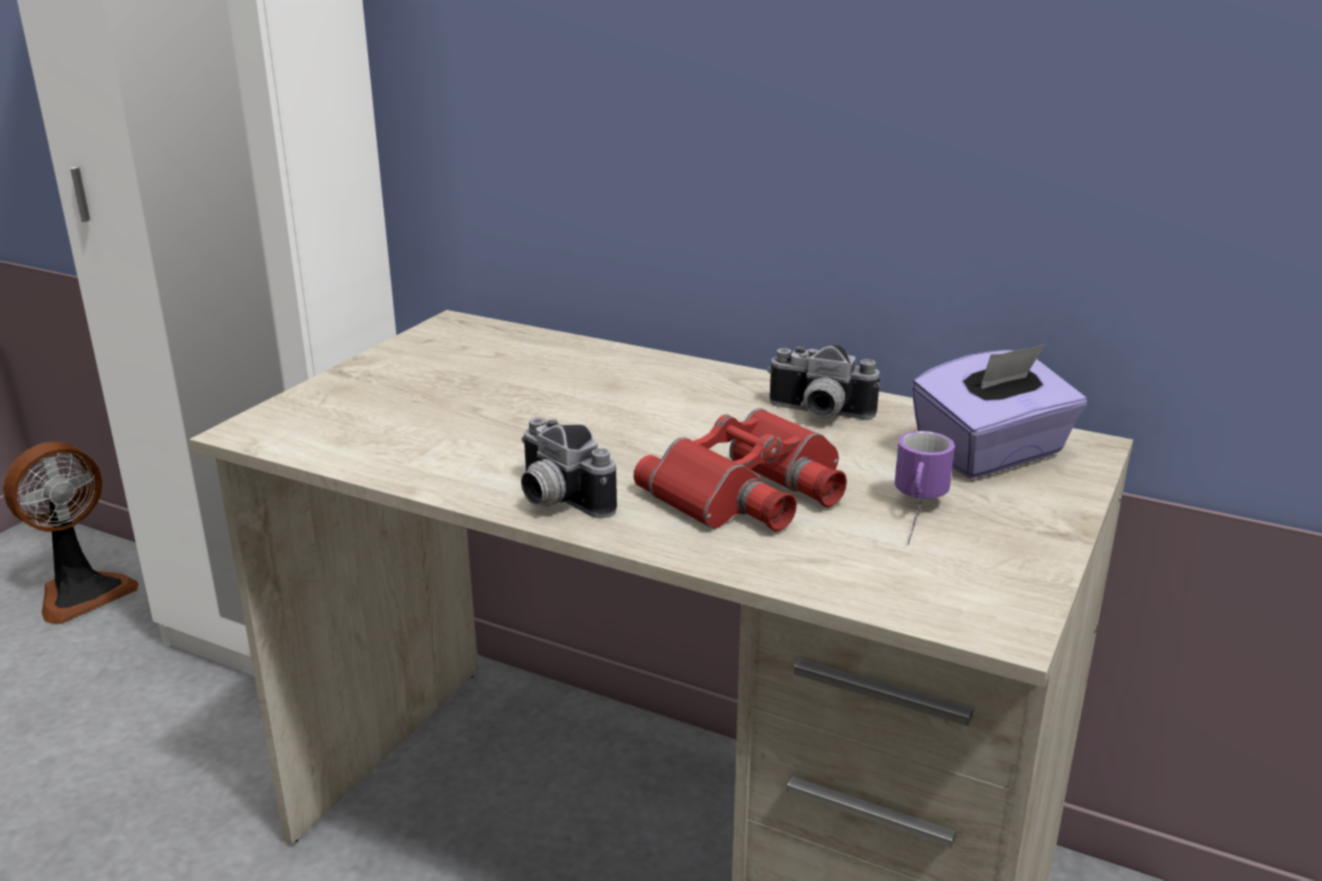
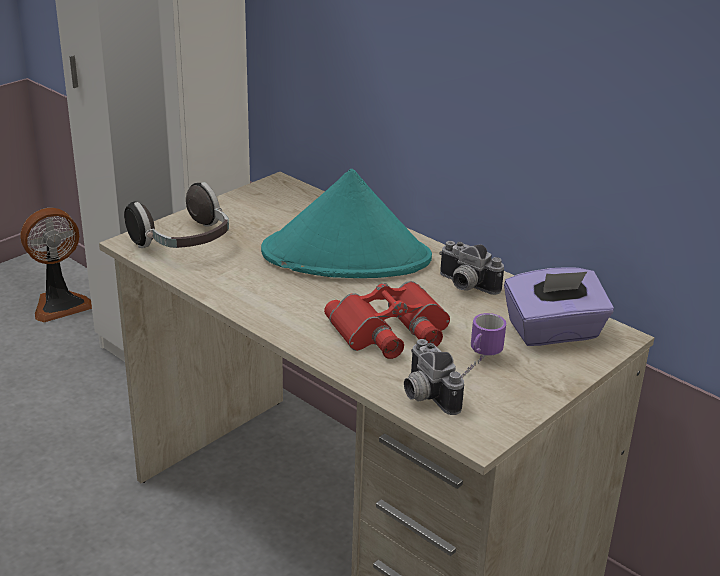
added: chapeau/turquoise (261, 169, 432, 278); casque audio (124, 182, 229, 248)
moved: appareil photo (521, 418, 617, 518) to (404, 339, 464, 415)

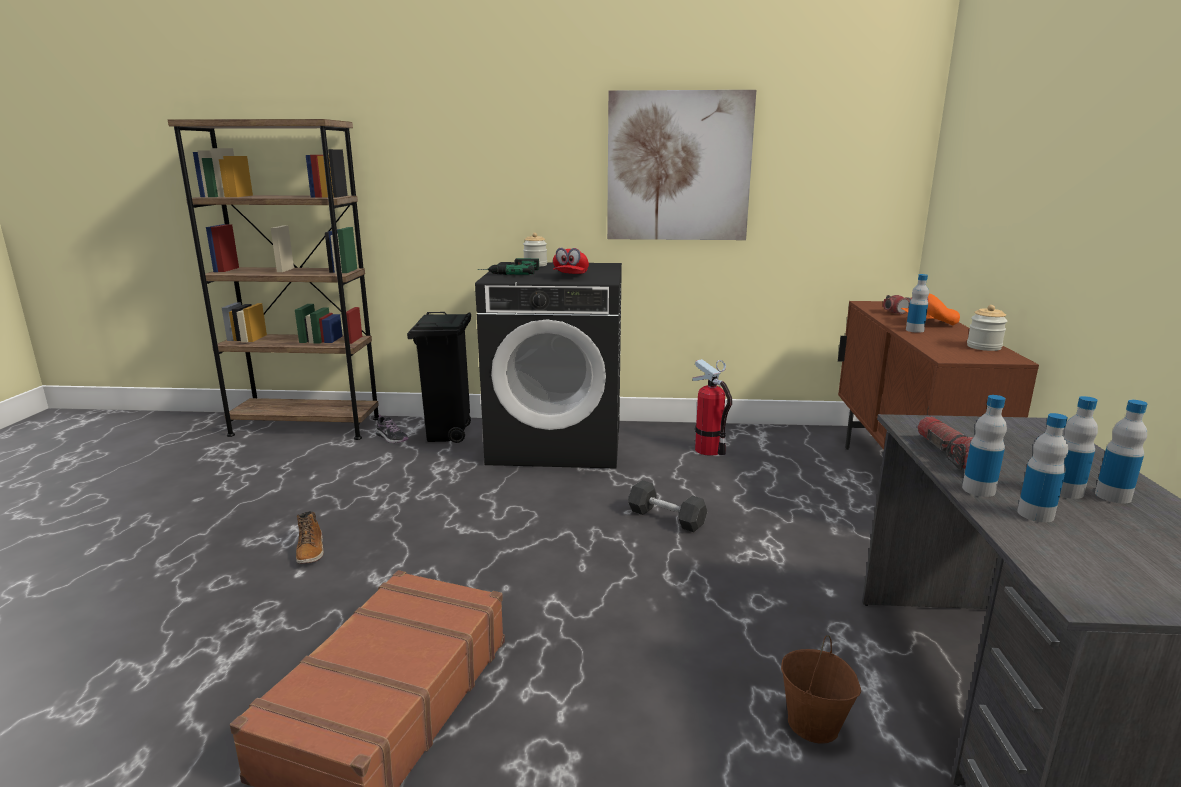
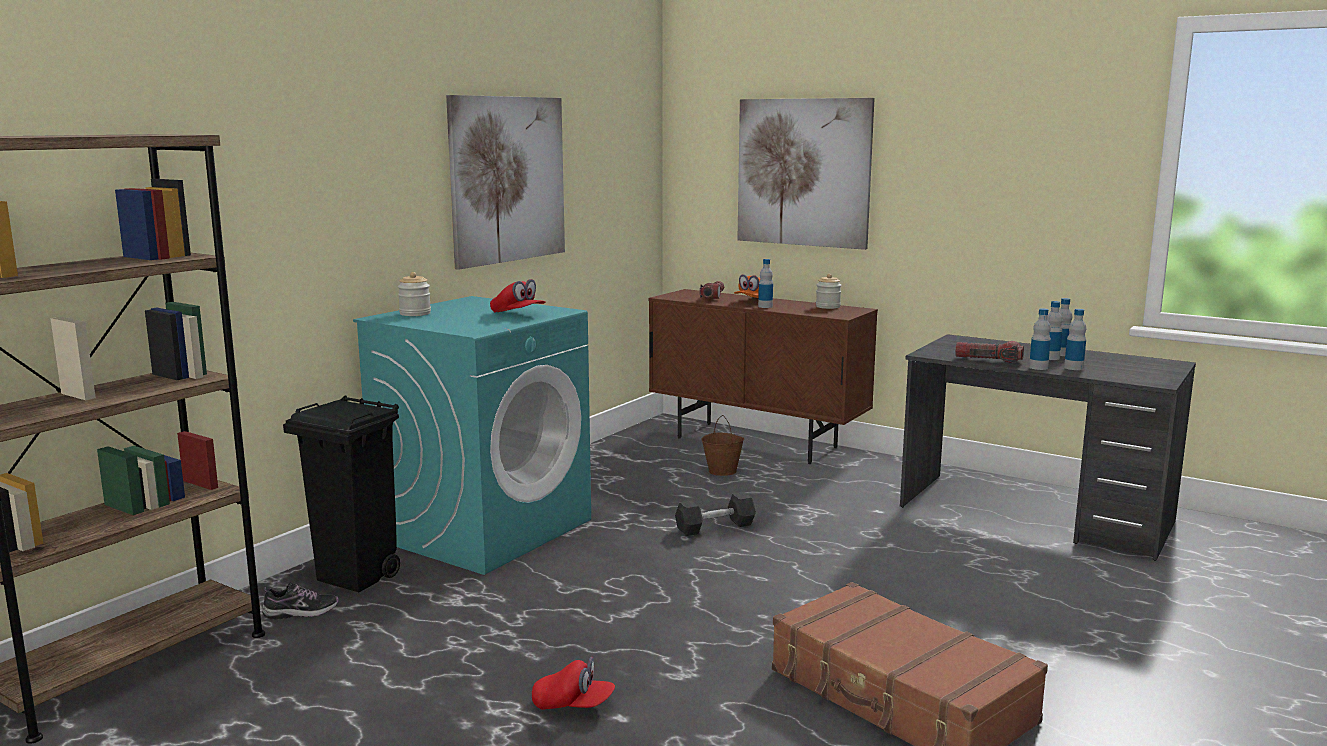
removed: perceuse (478, 258, 539, 275); extincteur (692, 359, 732, 456)
added: tableau (737, 98, 875, 250)
moved: seau/marron (781, 635, 861, 744) to (701, 415, 744, 476)
replaced: botte (296, 511, 324, 564) to casquette/rouge (532, 657, 615, 710)
recoloured: lave-linge/noir (475, 262, 622, 469) to lave-linge/turquoise (353, 296, 591, 575)

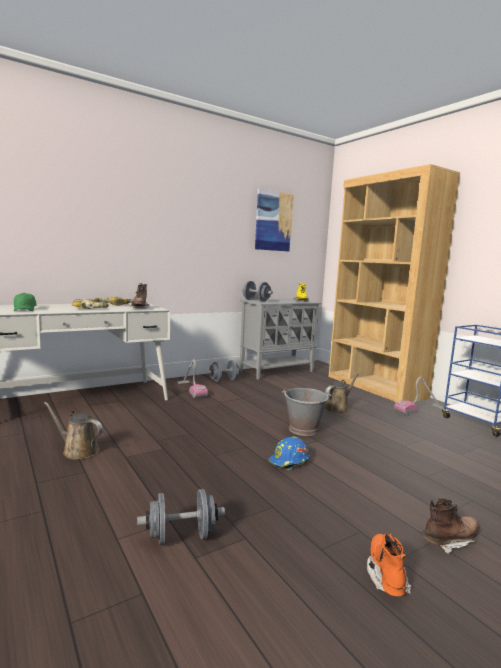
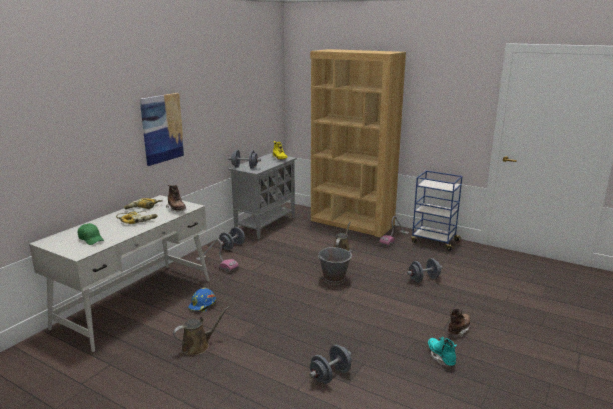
added: haltère/gris (407, 258, 442, 282)
moved: tableau (255, 189, 294, 252) to (140, 93, 185, 166); casque de chantier/bleu (268, 437, 310, 471) to (188, 288, 216, 312)
recoloured: botte/orange (367, 533, 412, 596) to botte/turquoise (428, 337, 457, 366)
turned: arrosoir/marron (44, 402, 103, 459) = (173, 306, 229, 355) 150 degrees clockwise

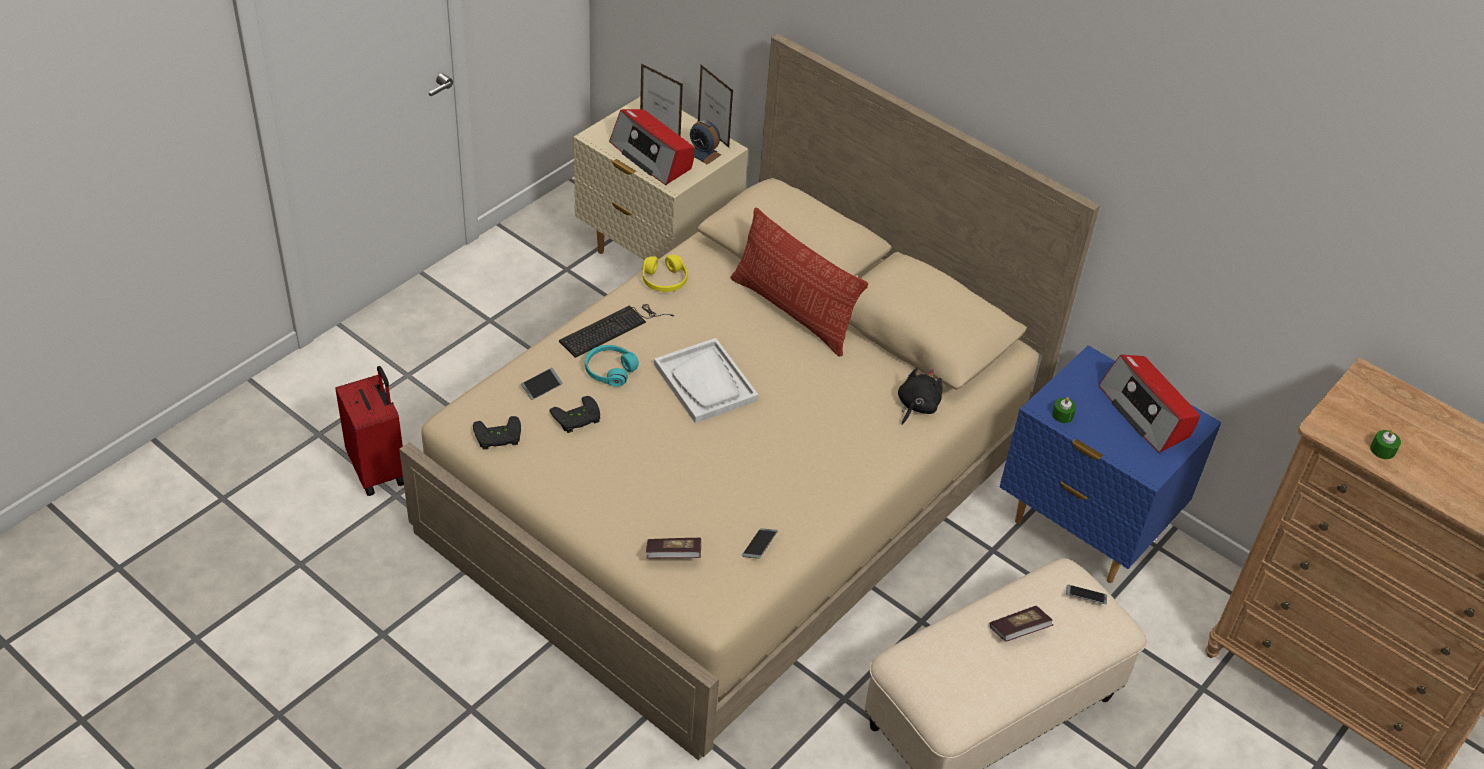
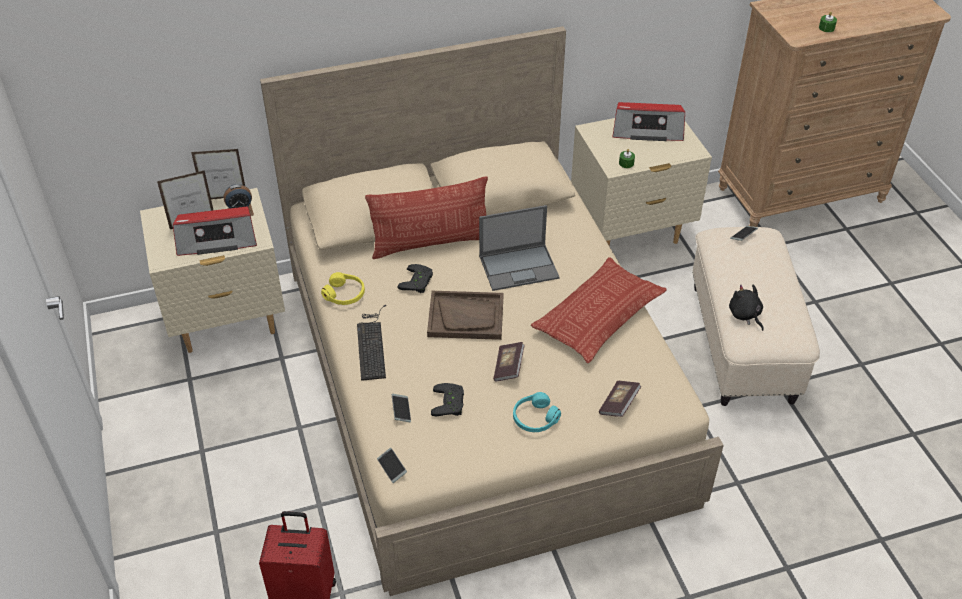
added: ordinateur portable (479, 205, 560, 291); coussin (531, 257, 667, 363)
moved: casque audio/turquoise (585, 345, 639, 387) to (513, 392, 561, 432); peluche/noir (898, 367, 943, 425) to (729, 284, 763, 331); manette/noir (473, 416, 521, 450) to (397, 264, 433, 293); téléphone (742, 528, 778, 559) to (377, 448, 407, 483); livre (989, 606, 1053, 642) to (493, 342, 525, 382)
recoloured: plateau/blanc (654, 338, 758, 423) to plateau/marron (427, 291, 503, 340); table de chevet/bleu (1000, 345, 1222, 583) to table de chevet/beige (571, 118, 712, 246)

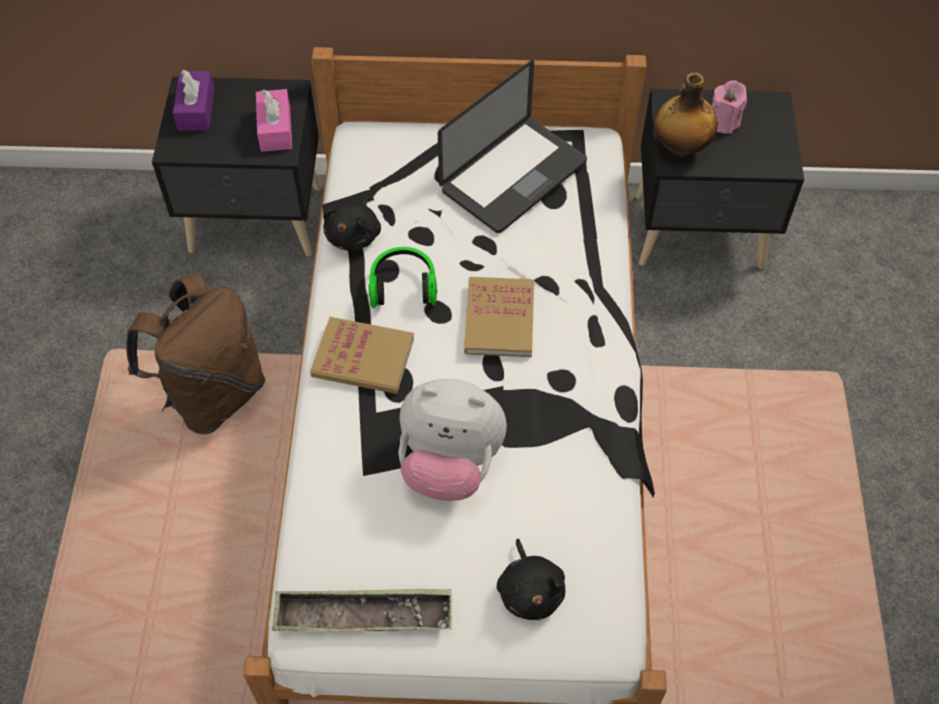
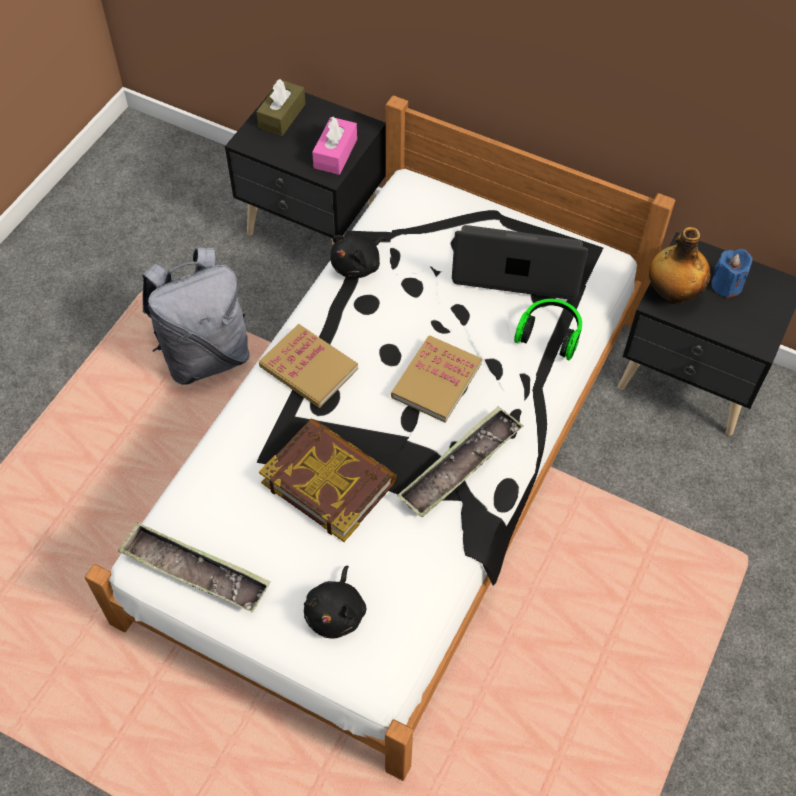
added: plateau (397, 406, 524, 517)
moved: casque audio (368, 247, 437, 308) to (514, 299, 582, 361)
replaced: peluche (398, 379, 507, 501) to livre (259, 419, 397, 542)
recoloured: boîte à mouchoirs/violet (173, 70, 215, 131) to boîte à mouchoirs/marron (256, 79, 306, 136); bougie/rose (712, 80, 747, 134) to bougie/bleu (711, 249, 753, 298); sac à dos/marron (126, 273, 265, 435) to sac à dos/gris (142, 248, 249, 385)
turned: ordinateur portable (438, 60, 587, 233) = (452, 225, 588, 300) 150 degrees counterclockwise

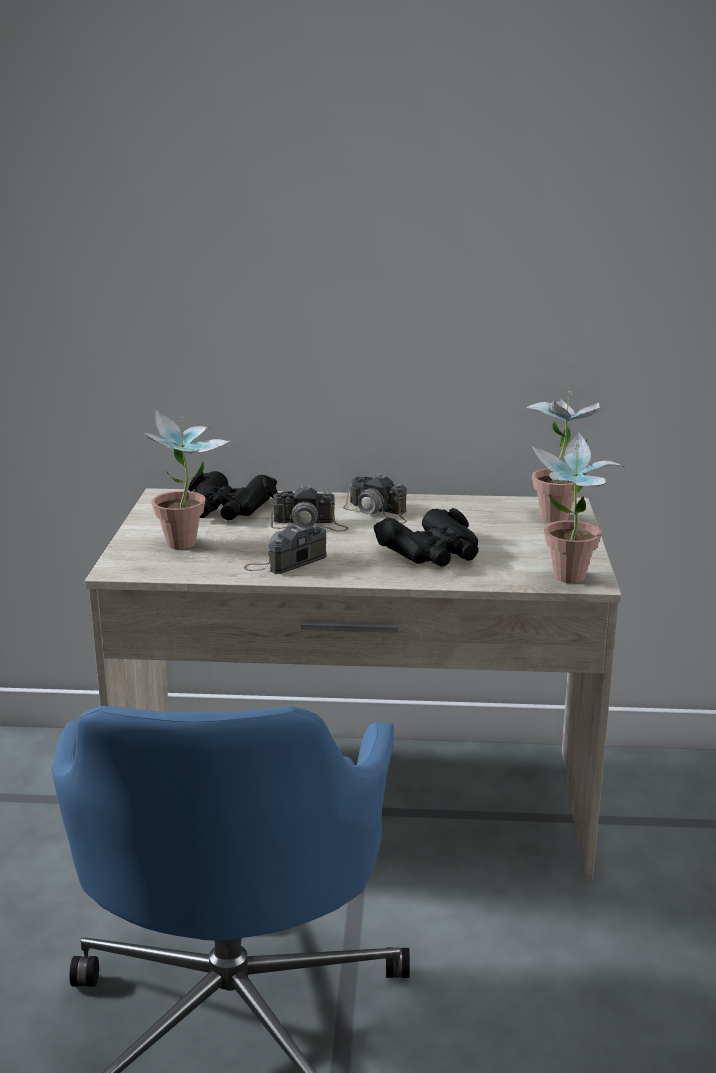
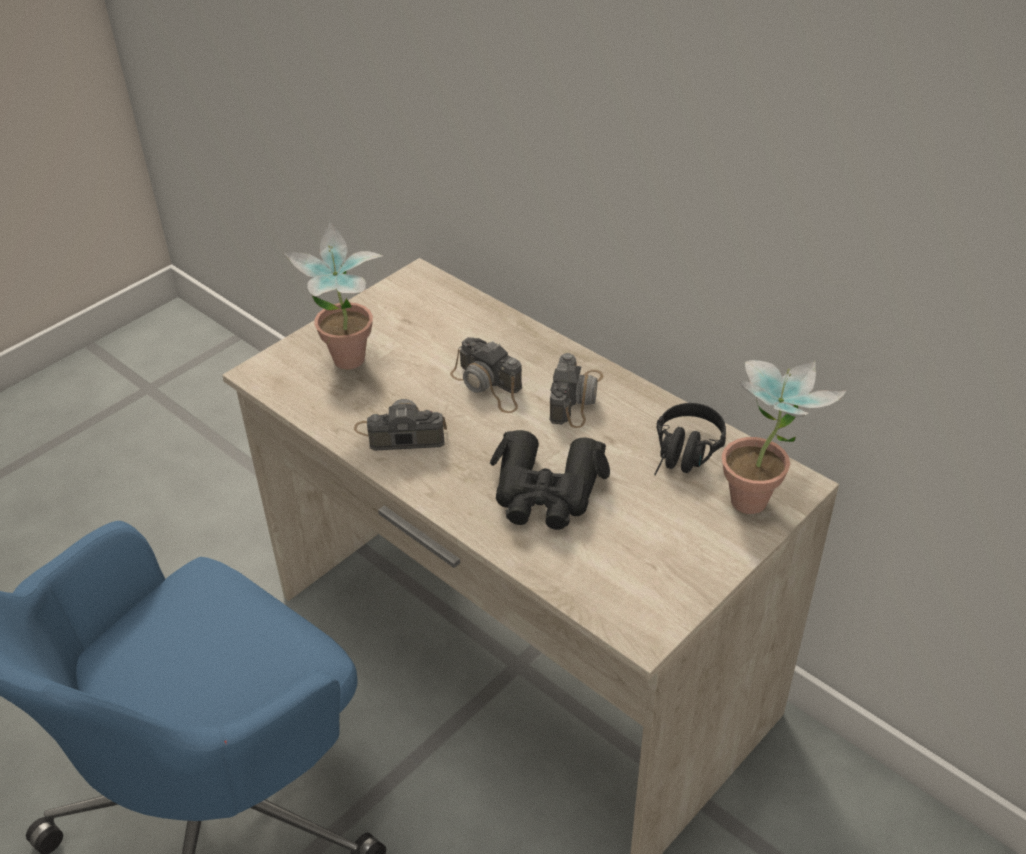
removed: plante en pot (531, 432, 624, 583); jumelles/noir (188, 471, 278, 520)
added: casque audio/noir (654, 403, 726, 475)
turned: appareil photo (343, 473, 407, 524) = (549, 353, 603, 428) 150 degrees counterclockwise

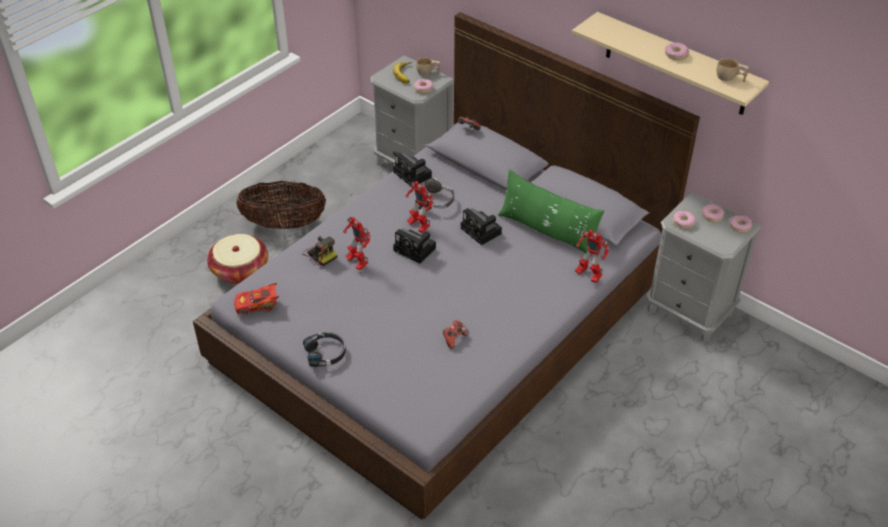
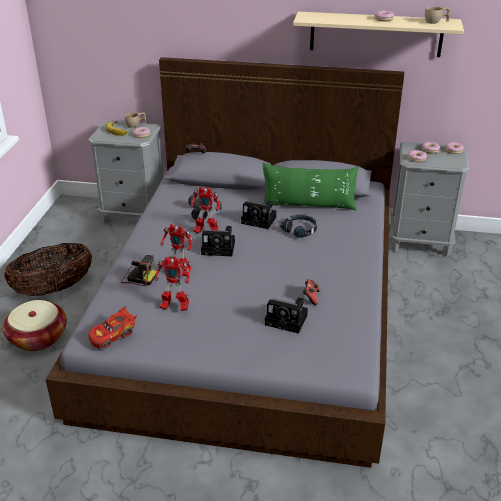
moved: appareil photo (393, 152, 432, 187) to (265, 297, 308, 334); robot jouet (575, 230, 609, 283) to (155, 257, 190, 311); casque audio/noir (303, 332, 346, 367) to (281, 214, 317, 238)

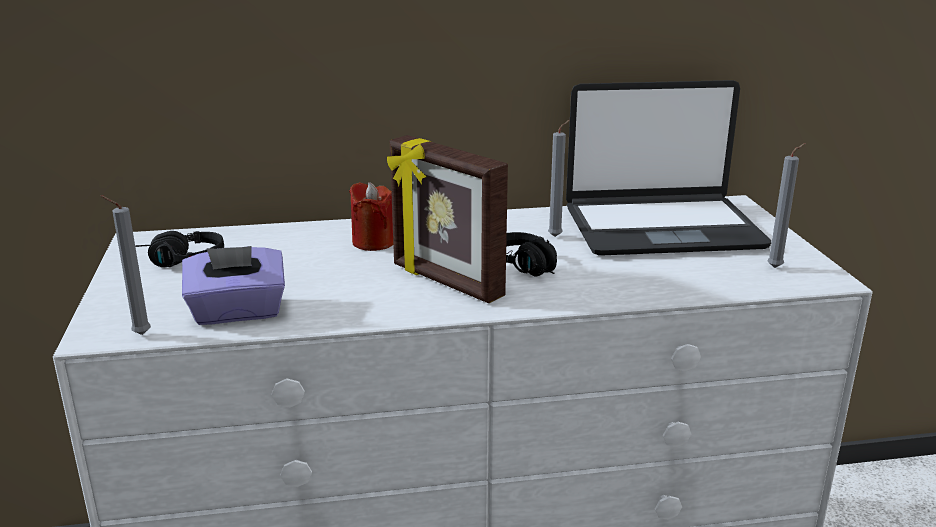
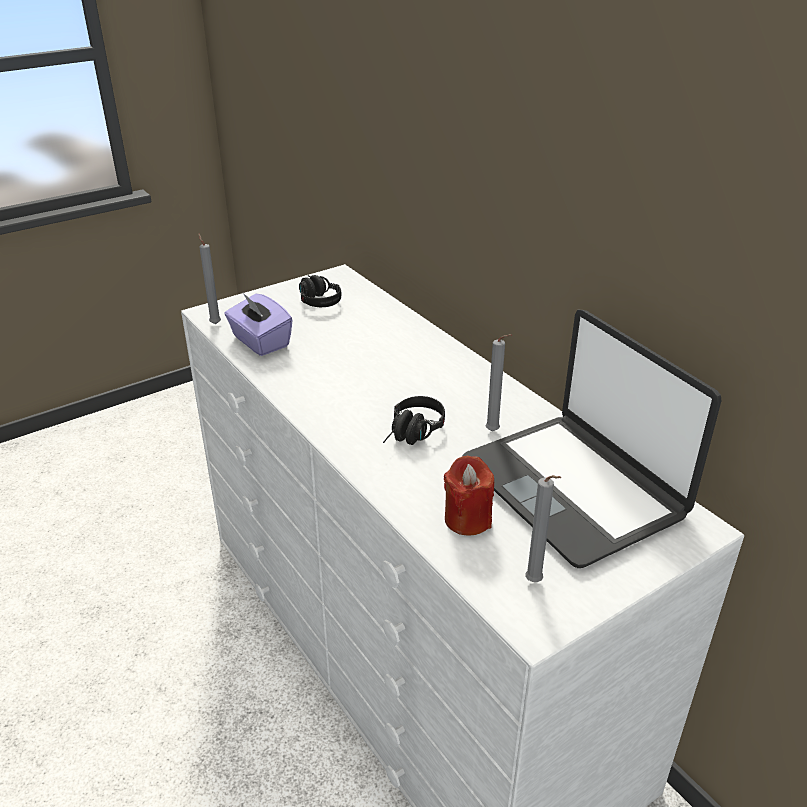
removed: cadre photo (387, 135, 508, 303)
moved: bougie/rouge (349, 182, 393, 251) to (444, 456, 494, 535)

